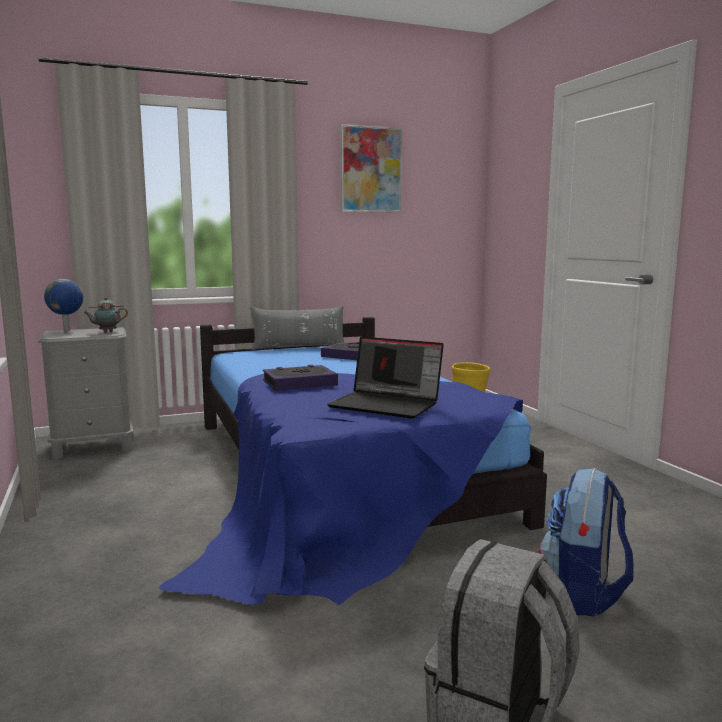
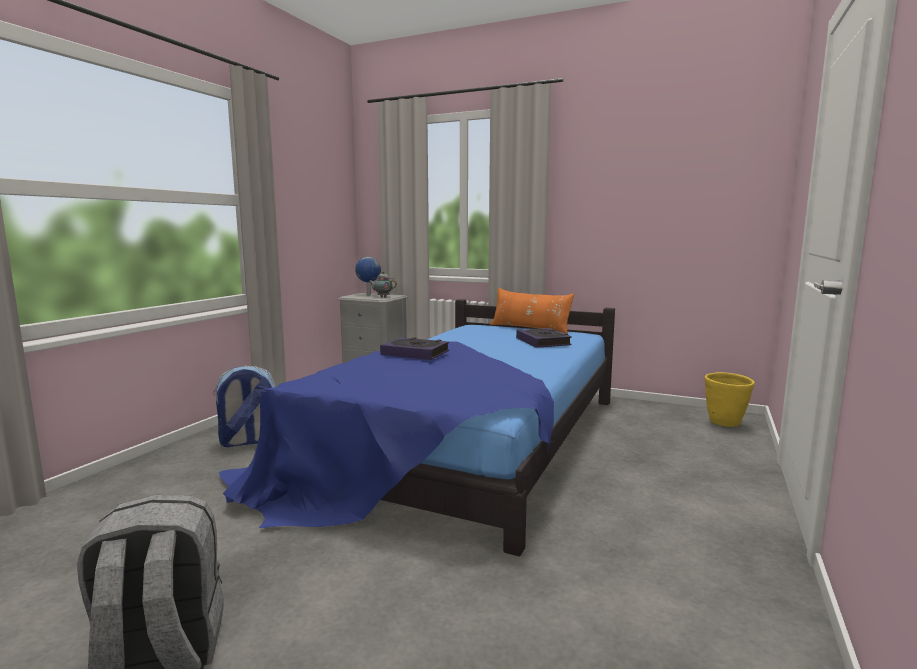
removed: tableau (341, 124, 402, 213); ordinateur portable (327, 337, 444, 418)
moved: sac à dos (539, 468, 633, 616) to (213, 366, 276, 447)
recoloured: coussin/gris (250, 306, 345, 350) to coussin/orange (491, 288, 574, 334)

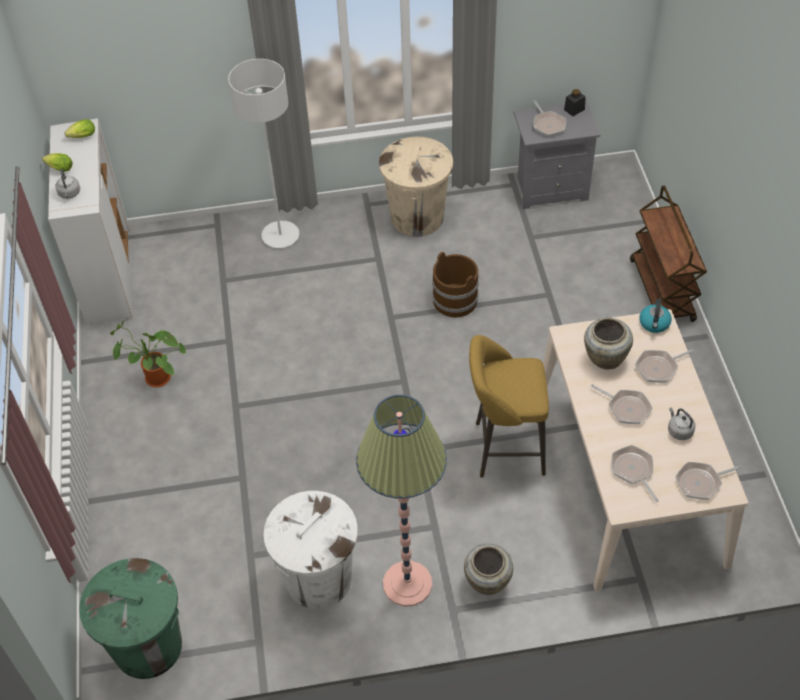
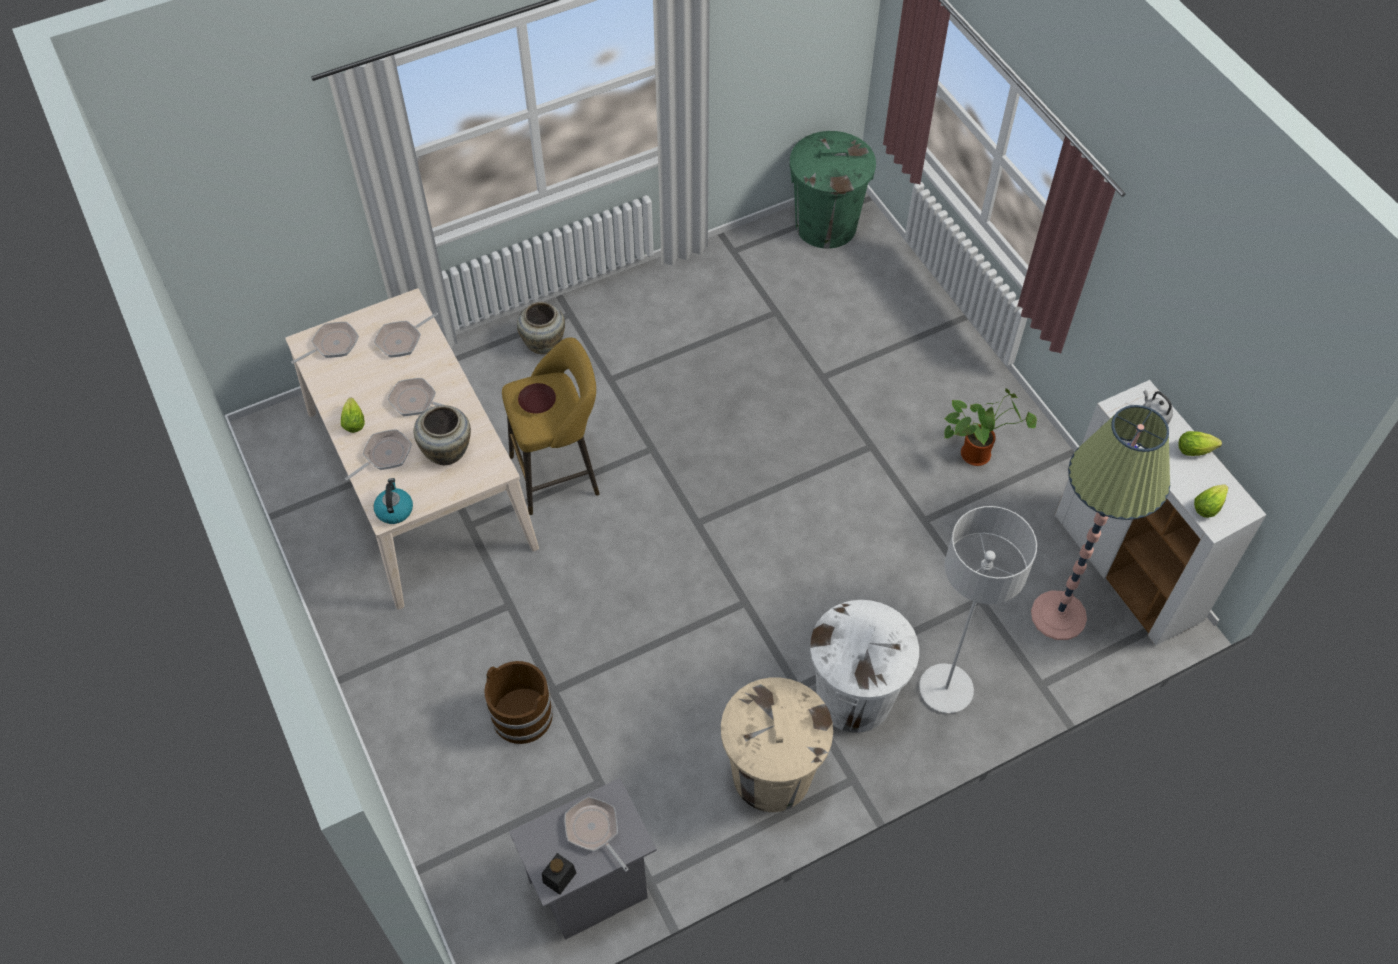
removed: chariot/marron (630, 185, 707, 322); bouilloire/gris (668, 407, 695, 440)
added: assiette/marron (518, 383, 556, 414); laitue (341, 398, 365, 433)
moved: seau/marron (432, 252, 479, 317) to (484, 661, 553, 744); lampadaire (356, 395, 447, 607) to (1031, 405, 1170, 640); poubelle/blanc (264, 491, 358, 609) to (810, 600, 919, 733)
turned: poêle (612, 445, 659, 502) = (374, 312, 438, 358) 90 degrees clockwise

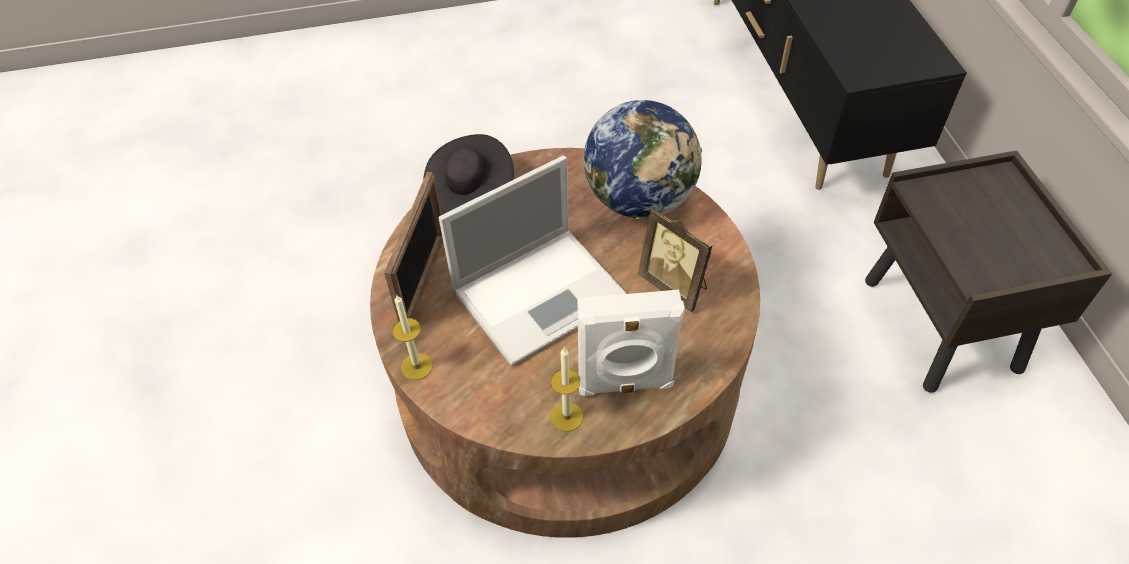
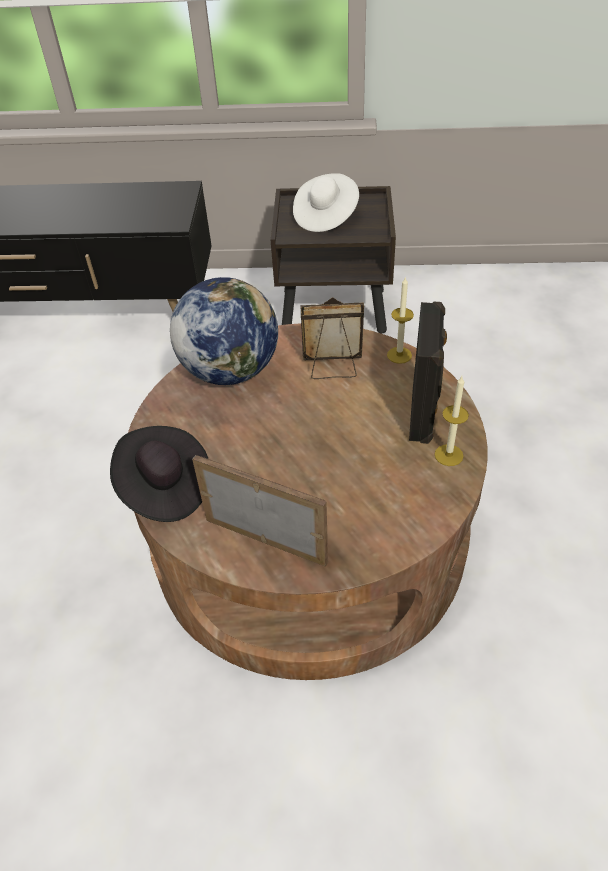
removed: ordinateur portable (438, 155, 627, 366)
added: chapeau/blanc (293, 173, 359, 232)
moved: bougie (392, 294, 433, 380) to (387, 276, 414, 364)
recoloured: enceinte/blanc (577, 290, 685, 396) to enceinte/noir (409, 302, 447, 444)
turned: cadre photo (638, 207, 712, 312) = (300, 298, 364, 379) 150 degrees counterclockwise

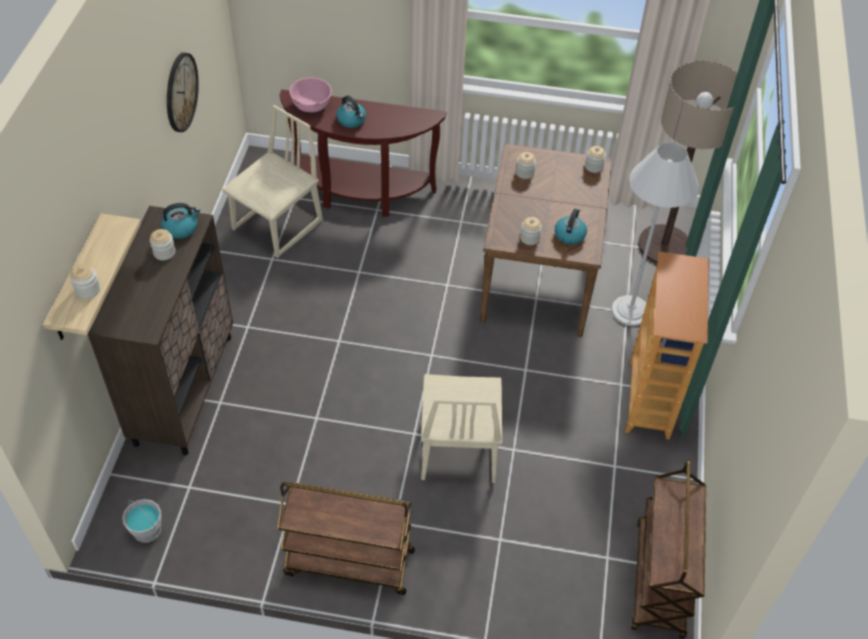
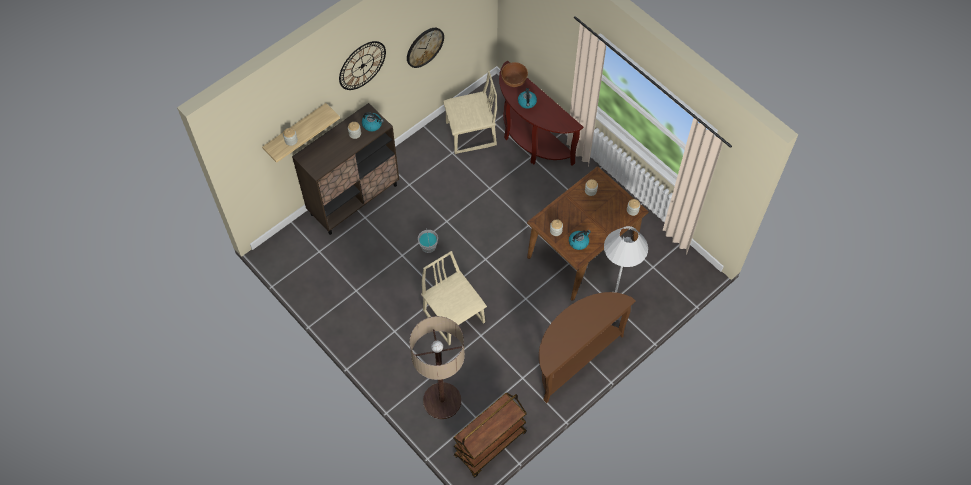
removed: chariot/marron (277, 482, 415, 595)
added: horloge murale (339, 41, 386, 90)
moved: lampadaire (638, 61, 748, 264) to (410, 316, 465, 419); seau/gris (122, 499, 161, 543) to (418, 228, 438, 253)
replaced: bibliothèque (625, 251, 709, 440) to table console/marron (539, 292, 636, 403)
recoloured: bol/rose (290, 78, 332, 112) to bol/marron (501, 62, 528, 87)
turned: chaise/beige (421, 374, 502, 483) = (421, 251, 487, 345) 105 degrees clockwise

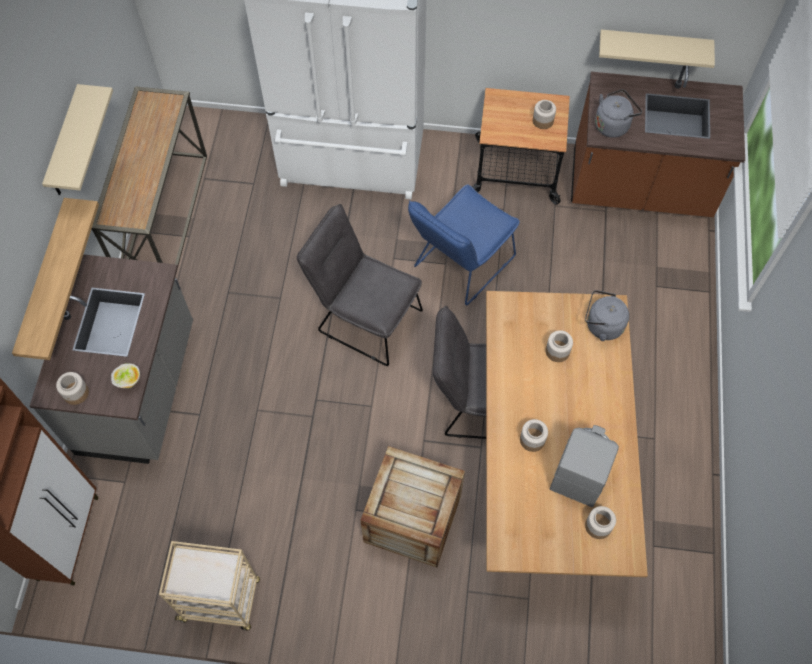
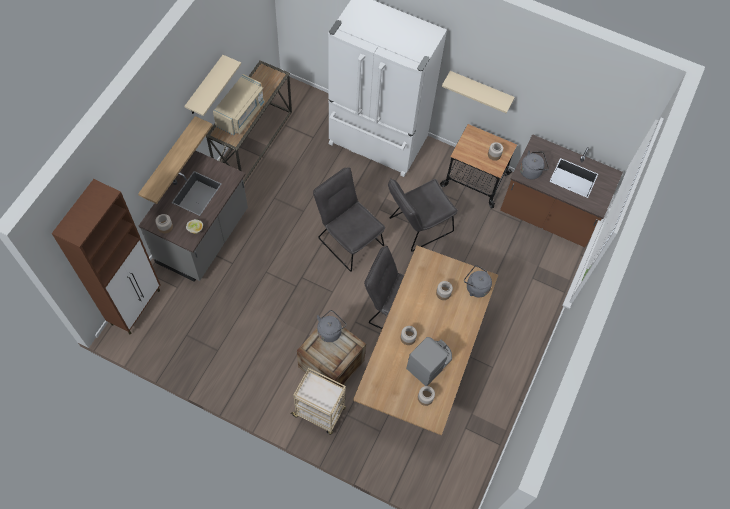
added: micro-ondes/beige (213, 74, 265, 135); bouilloire/gris (317, 310, 347, 342)
moved: étagère/beige (599, 29, 715, 68) to (442, 71, 515, 114); chariot/beige (159, 541, 260, 631) to (291, 368, 346, 435)
recoloured: chaise/bleu (408, 185, 520, 305) to chaise/gris (388, 178, 458, 252)

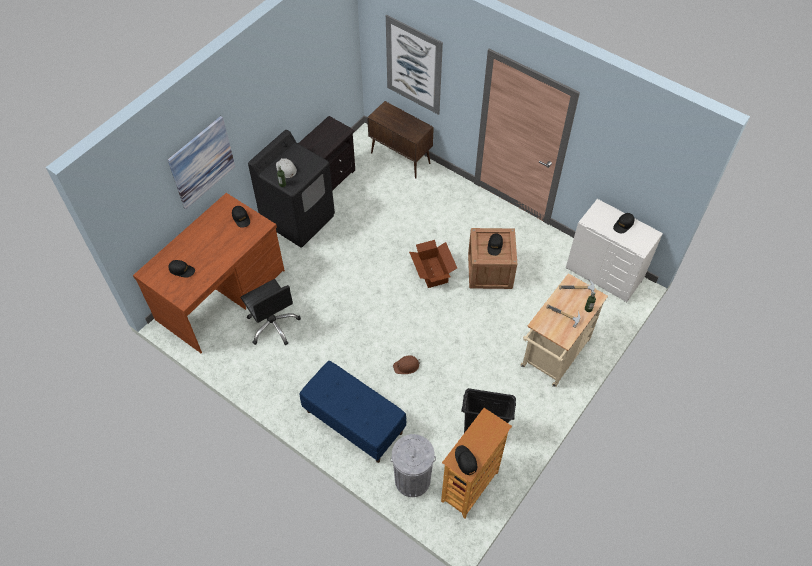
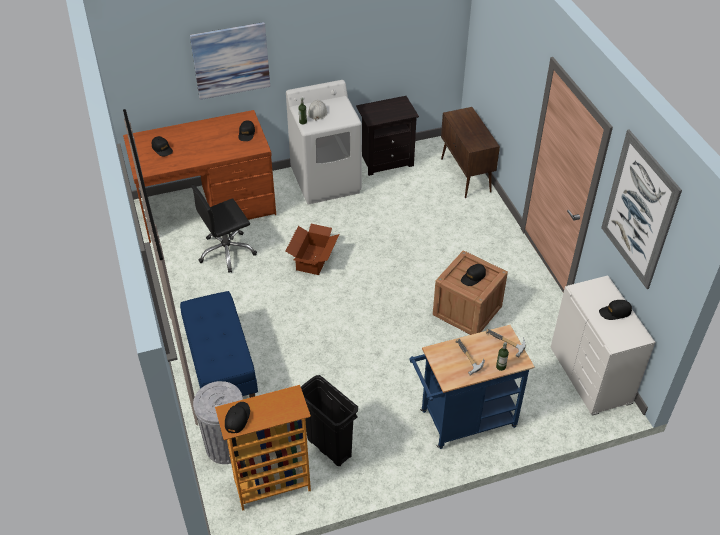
removed: casque de chantier/marron (393, 355, 420, 374)
moved: tableau (386, 15, 443, 115) to (601, 129, 682, 289); carton (409, 240, 457, 288) to (286, 224, 339, 275)
recoloured: lave-linge/noir (248, 130, 335, 247) to lave-linge/blanc (286, 80, 362, 204); chariot/beige (521, 273, 608, 387) to chariot/bleu (409, 325, 535, 449)
turned: chaise de bureau/noir (240, 279, 301, 345) = (191, 185, 257, 273) 60 degrees clockwise

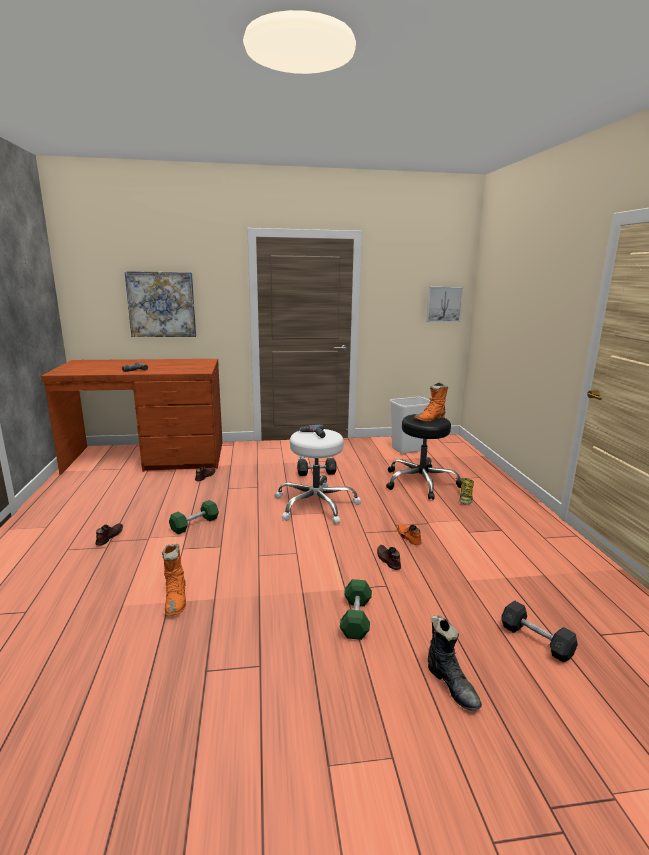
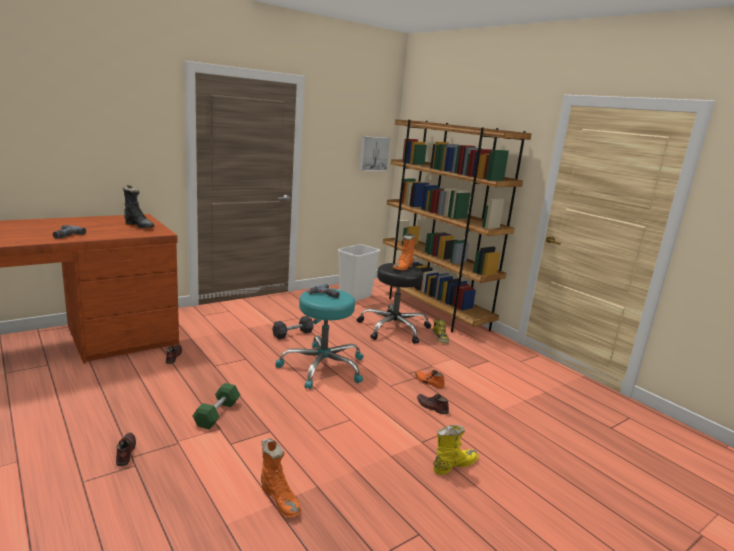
removed: tableau (124, 271, 196, 337); haltère/gris (501, 601, 578, 663)
added: bibliothèque/marron (383, 119, 532, 332)
moved: botte/noir (427, 615, 482, 711) to (123, 185, 155, 228)
replaced: haltère/vert (340, 579, 372, 640) to botte/jaune (433, 425, 479, 475)
recoloured: tabouret/blanc (274, 429, 361, 524) to tabouret/turquoise (275, 288, 364, 389)

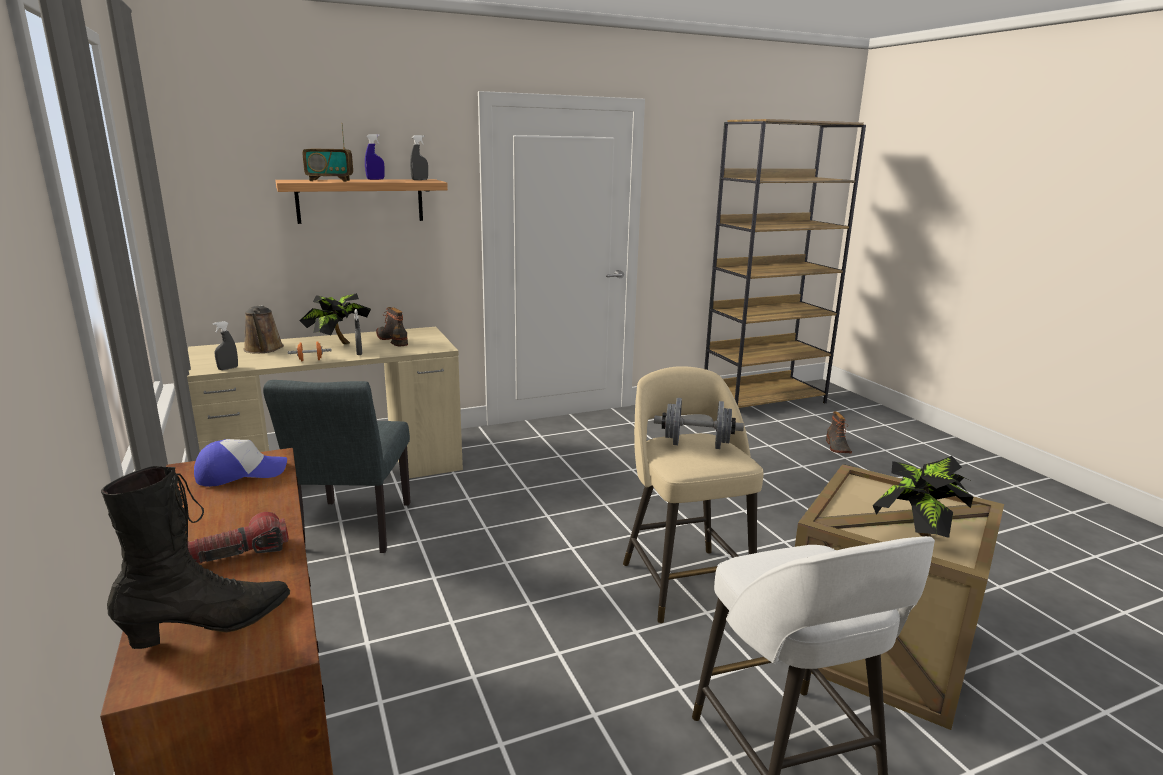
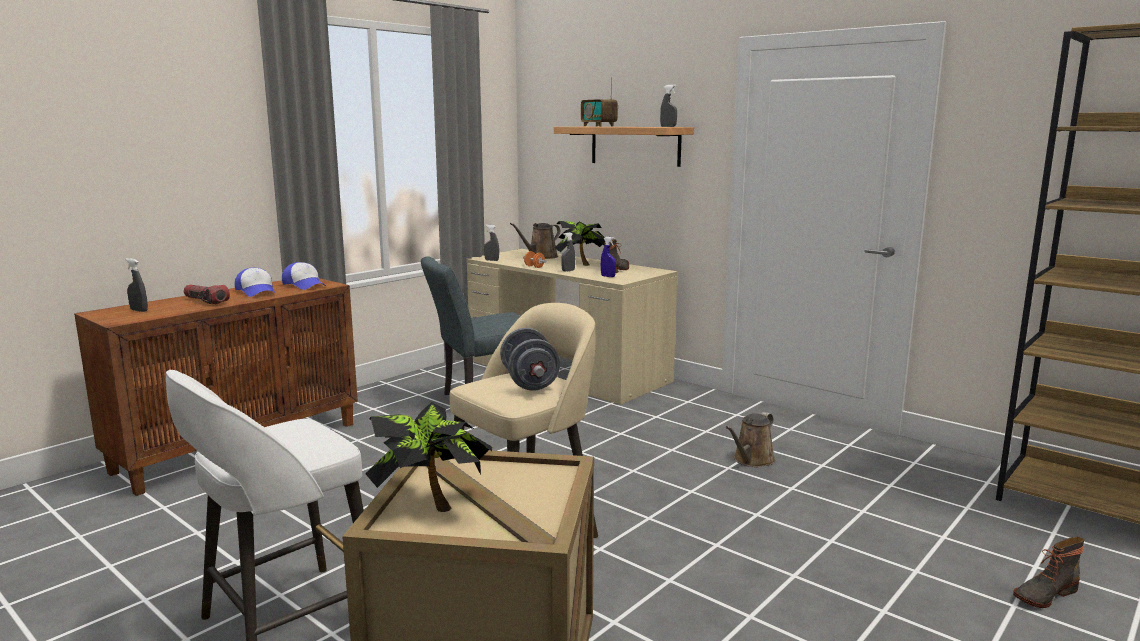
added: casquette (235, 268, 275, 297); arrosoir/marron (726, 412, 776, 467)
moved: vaporisateur/bleu (365, 134, 385, 180) to (601, 237, 616, 277)
replaced: botte/noir (101, 466, 290, 649) to vaporisateur/gris (125, 258, 148, 312)

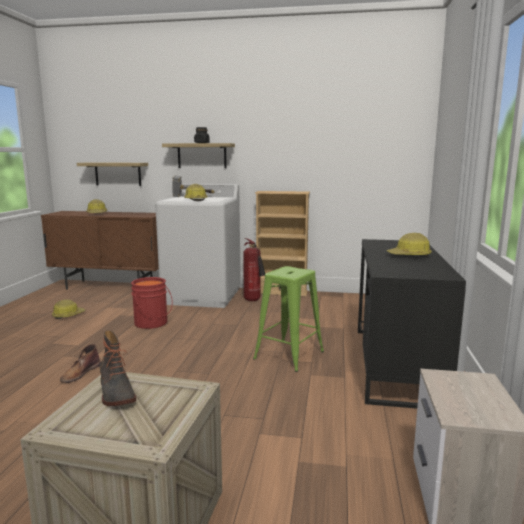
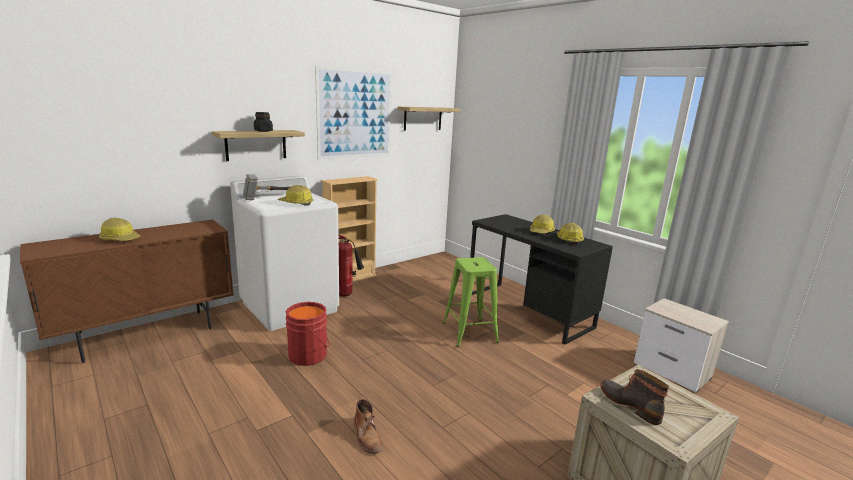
added: tableau (315, 66, 392, 159)
moved: étagère (77, 163, 148, 186) to (398, 107, 460, 131); casque de chantier (52, 299, 85, 319) to (557, 223, 584, 244)
turned: botte (100, 330, 136, 406) = (600, 369, 669, 425) 135 degrees counterclockwise

